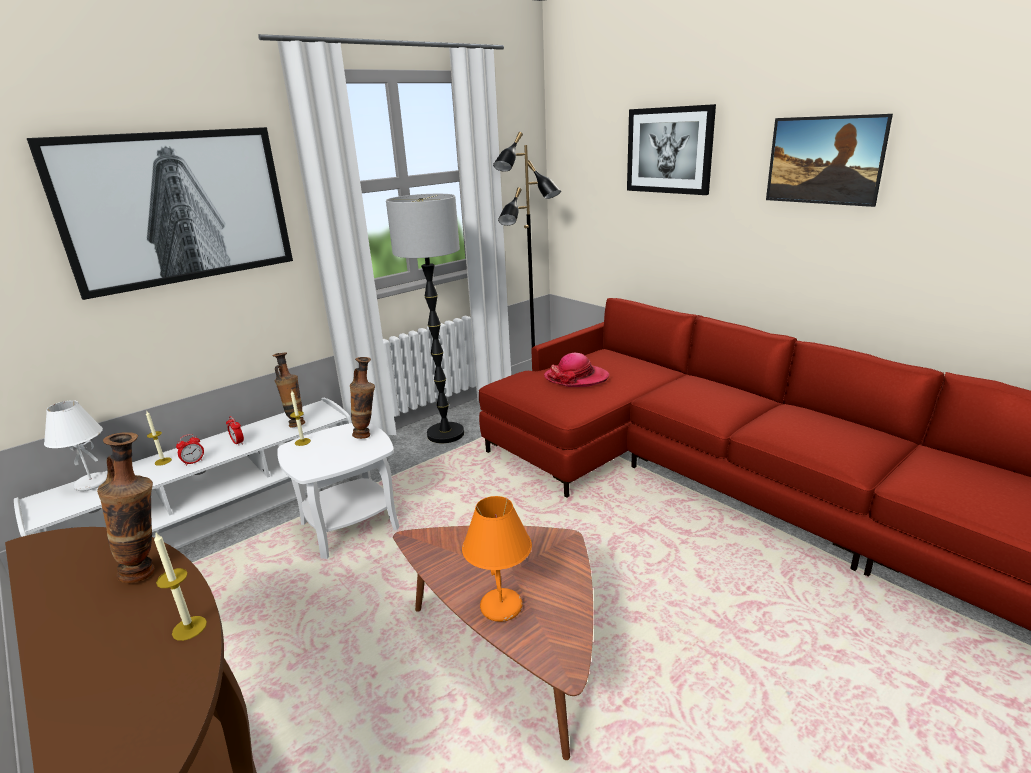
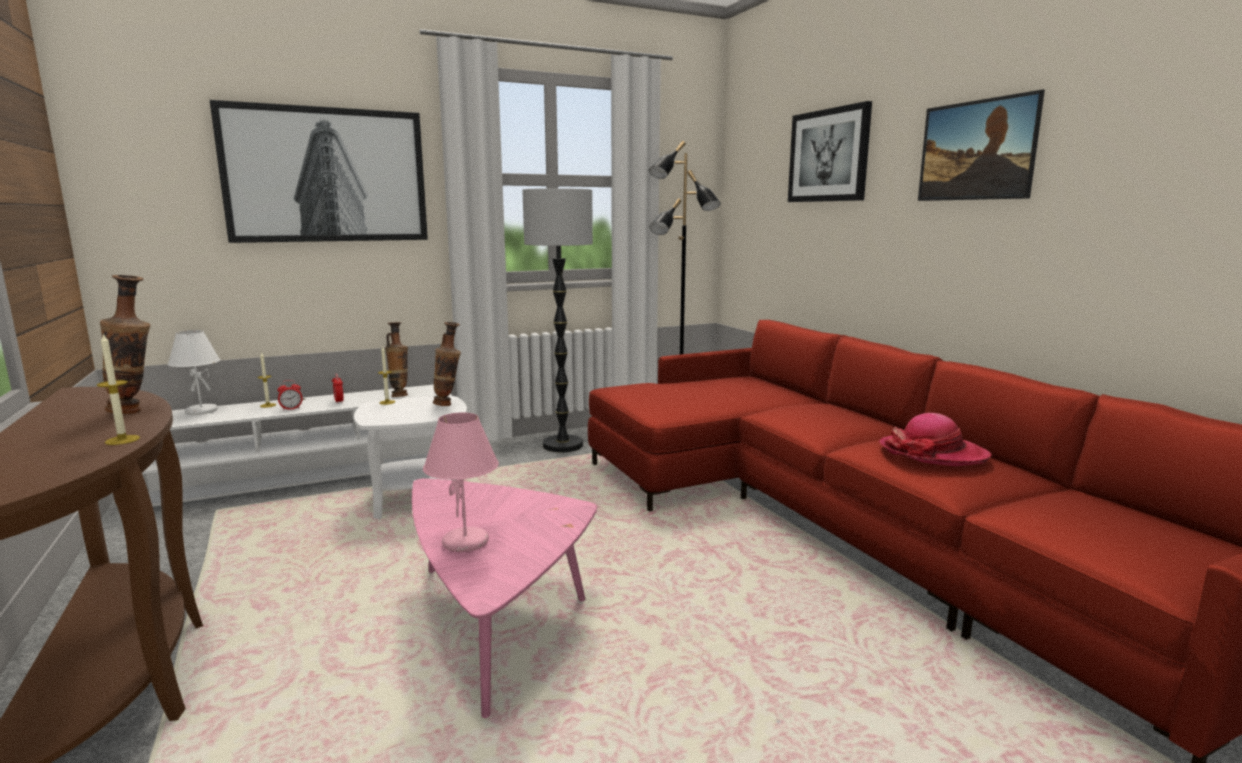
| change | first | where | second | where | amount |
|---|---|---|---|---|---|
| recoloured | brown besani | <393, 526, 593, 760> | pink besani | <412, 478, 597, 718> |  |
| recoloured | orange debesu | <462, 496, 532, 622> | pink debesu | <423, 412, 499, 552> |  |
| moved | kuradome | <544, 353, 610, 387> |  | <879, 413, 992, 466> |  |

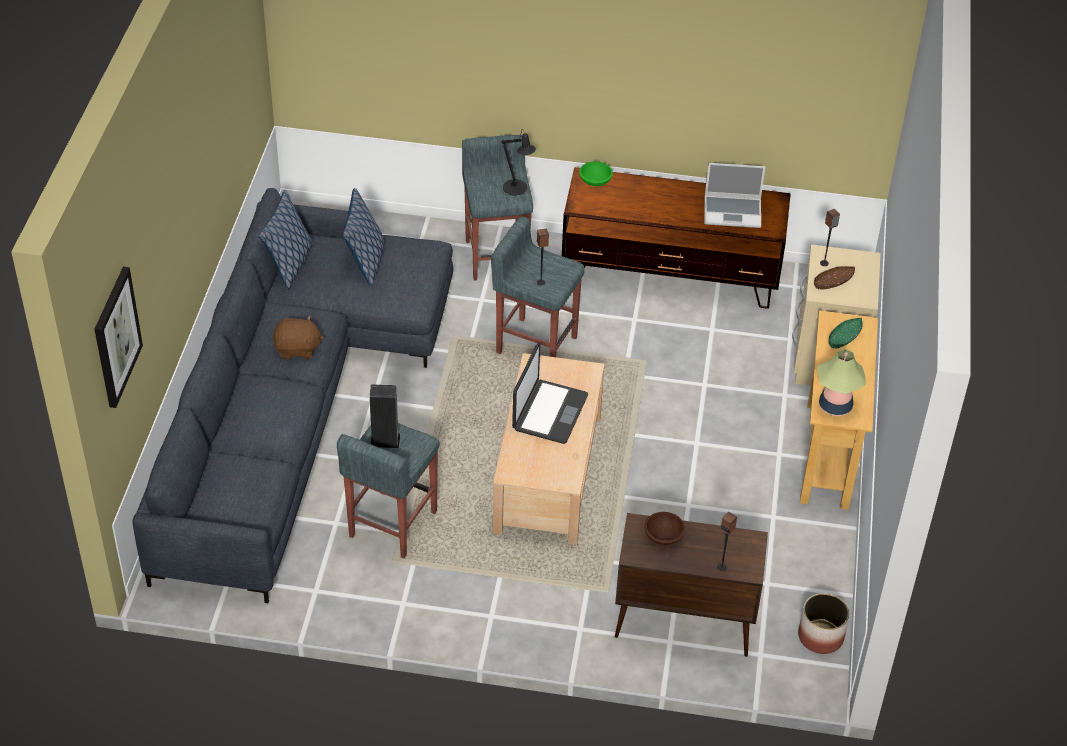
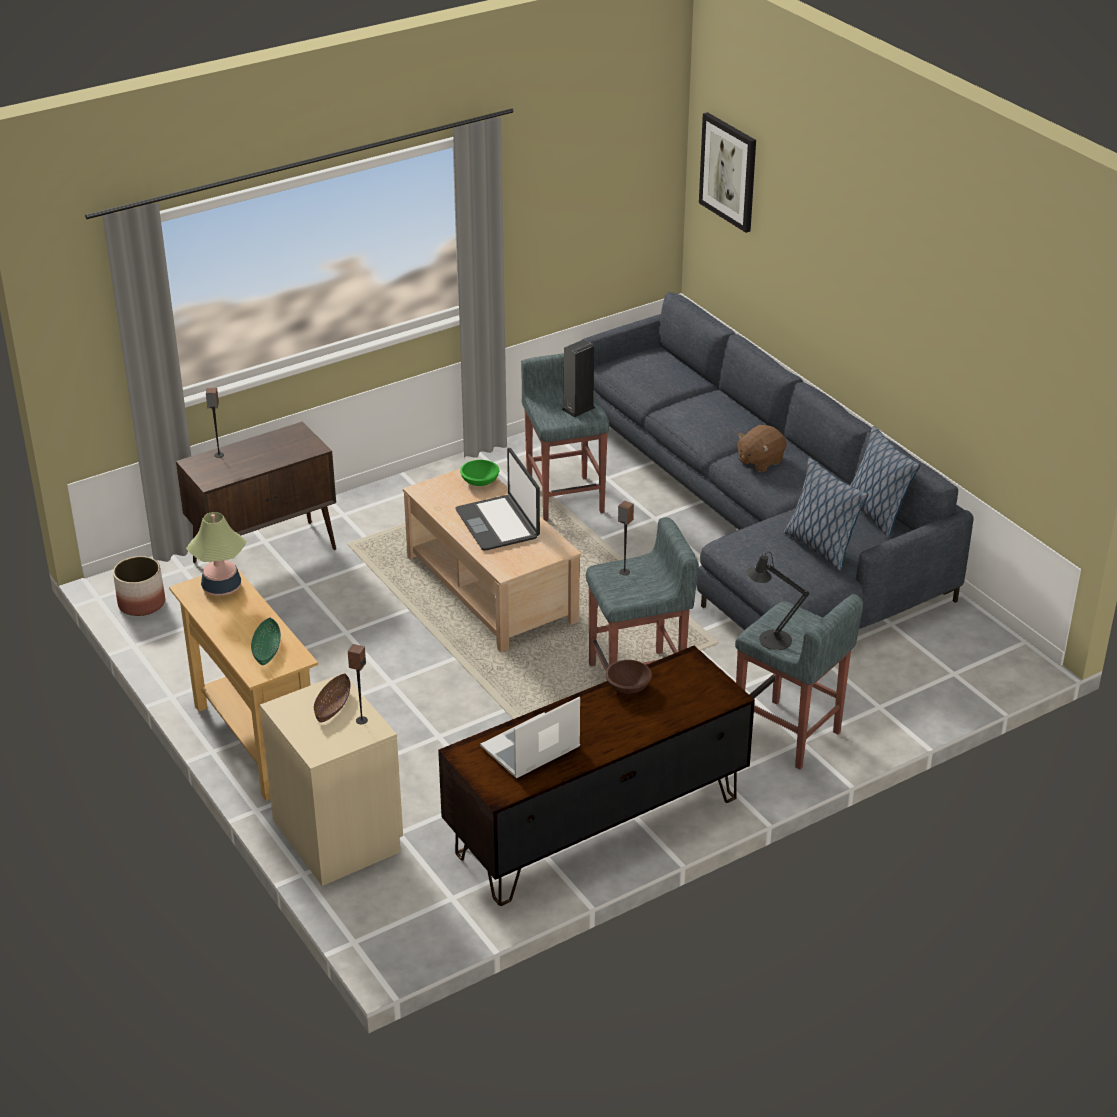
| change | first | where | second | where | amount |
|---|---|---|---|---|---|
| moved | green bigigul | <579, 161, 613, 186> |  | <460, 460, 499, 486> |  |
| moved | brown bigigul | <645, 512, 685, 545> |  | <605, 660, 652, 694> |  |

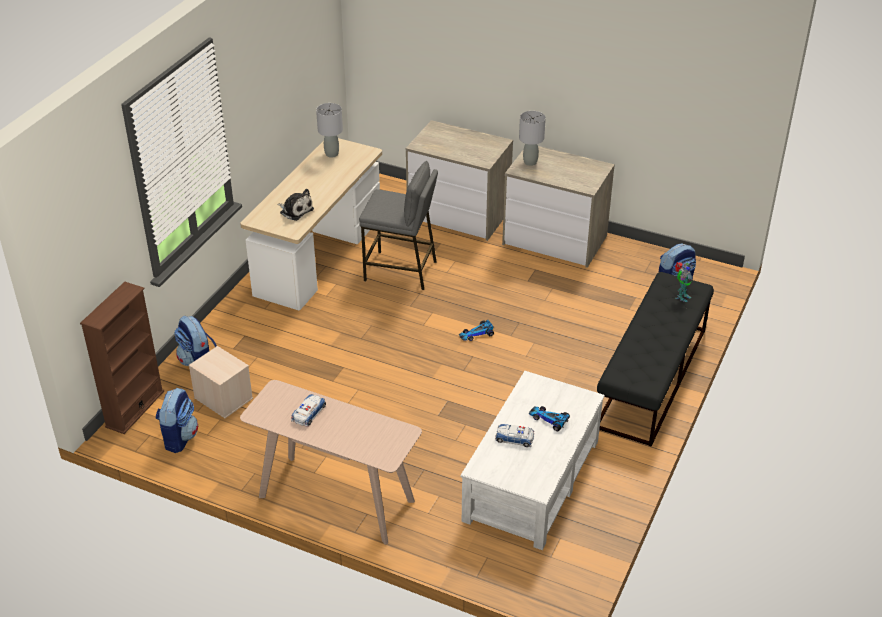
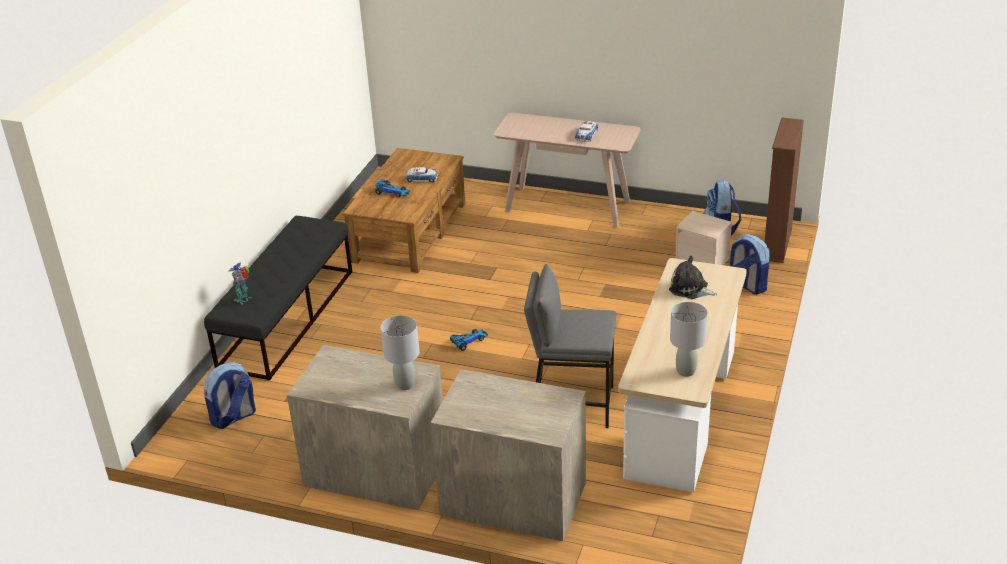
| change | first | where | second | where | amount |
|---|---|---|---|---|---|
| recoloured | white besani | <460, 371, 605, 550> | brown besani | <343, 148, 465, 273> |  |

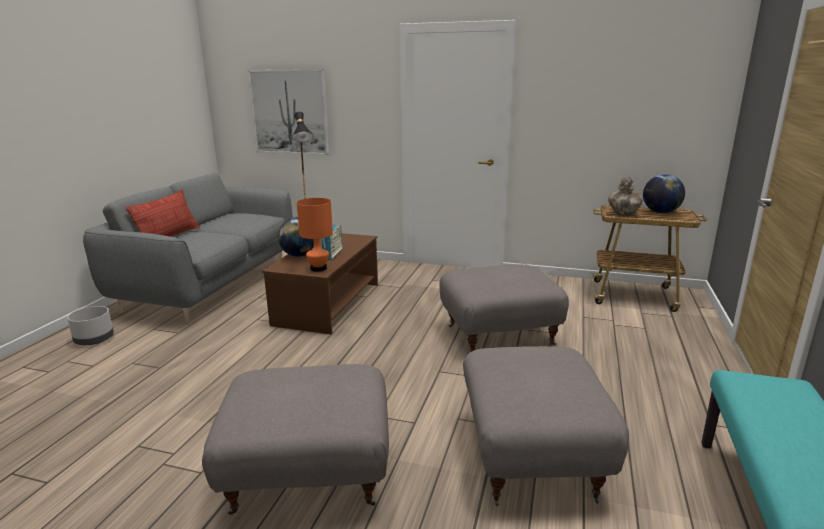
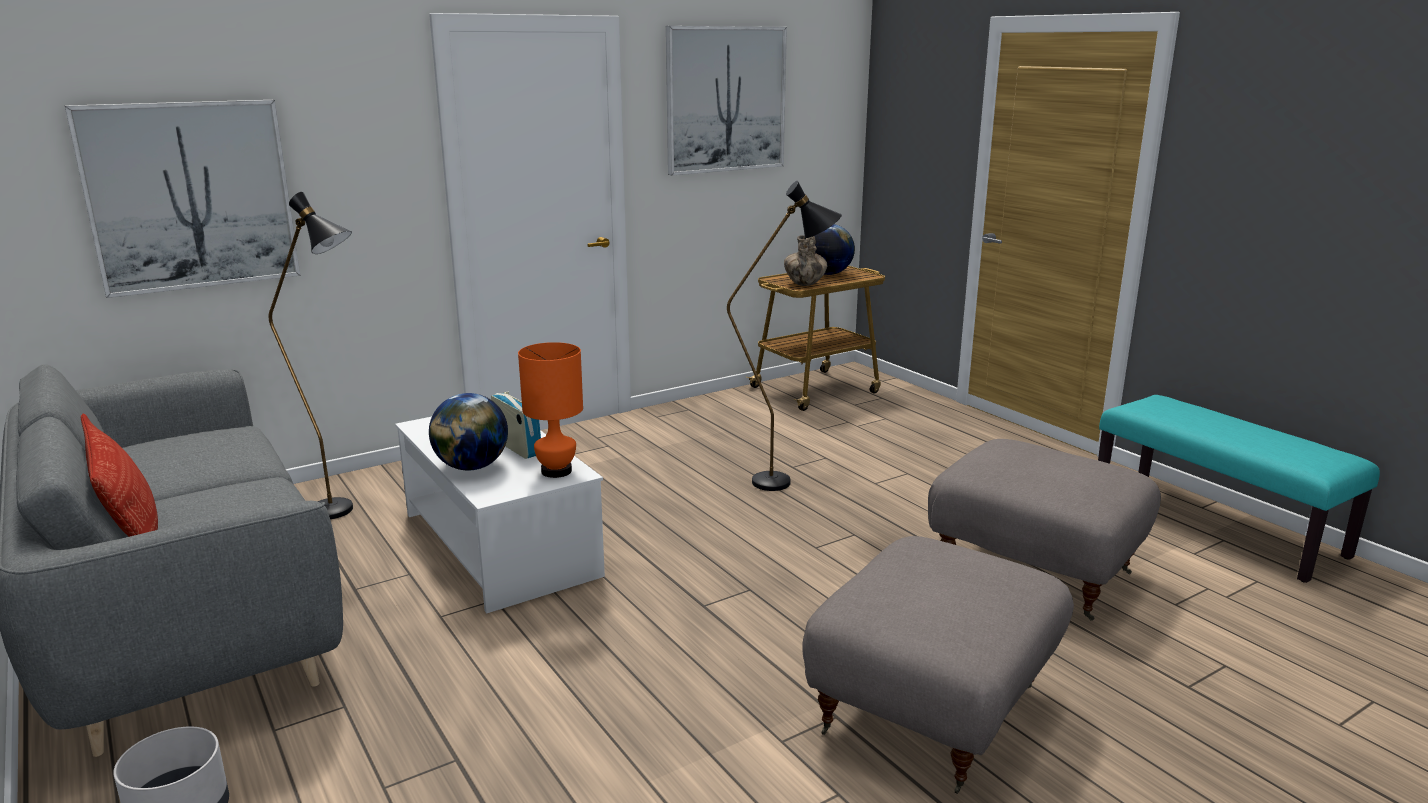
| change | first | where | second | where | amount |
|---|---|---|---|---|---|
| recoloured | brown besani | <262, 233, 378, 334> | white besani | <395, 417, 605, 613> |  |
| replaced | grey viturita | <440, 264, 569, 352> | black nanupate | <727, 181, 842, 491> |  |
| added |  |  | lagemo | <666, 26, 787, 175> |  |

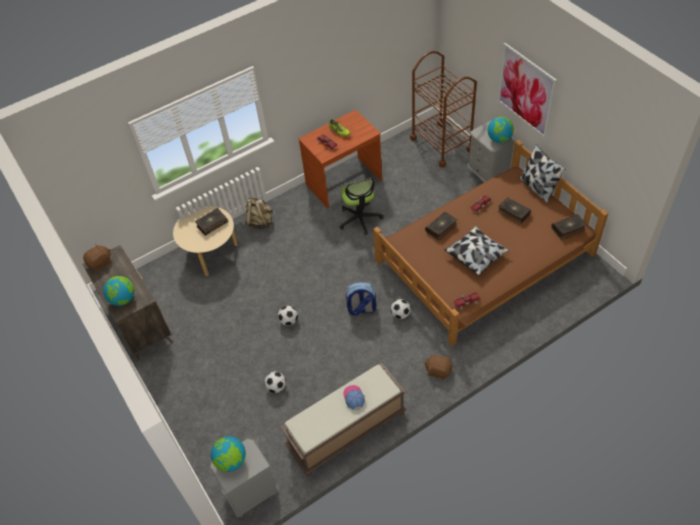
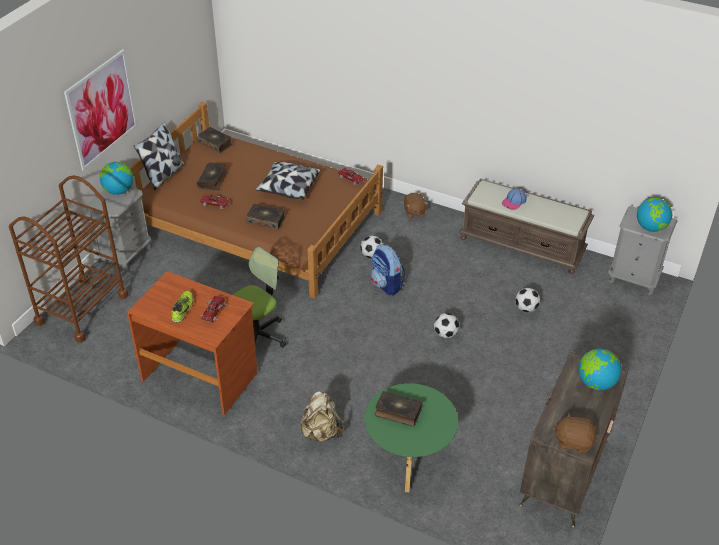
| change | first | where | second | where | amount |
|---|---|---|---|---|---|
| recoloured | beige besani | <173, 206, 238, 276> | green besani | <365, 383, 458, 492> |  |

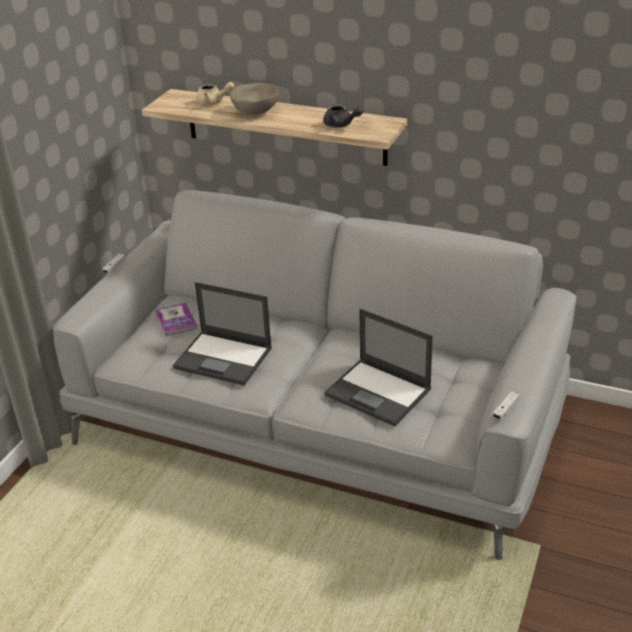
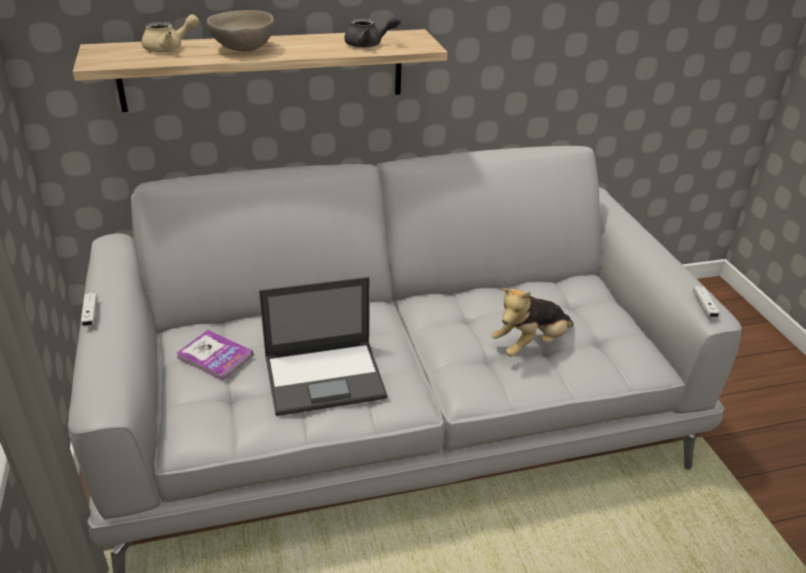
| change | first | where | second | where | amount |
|---|---|---|---|---|---|
| replaced | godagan | <324, 309, 433, 426> | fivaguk | <491, 288, 574, 357> |  |

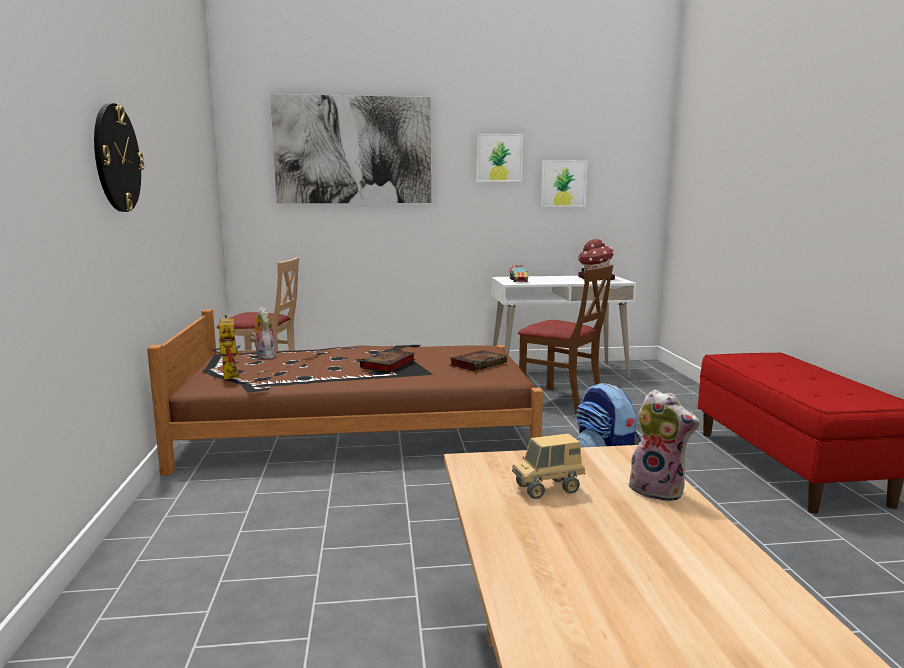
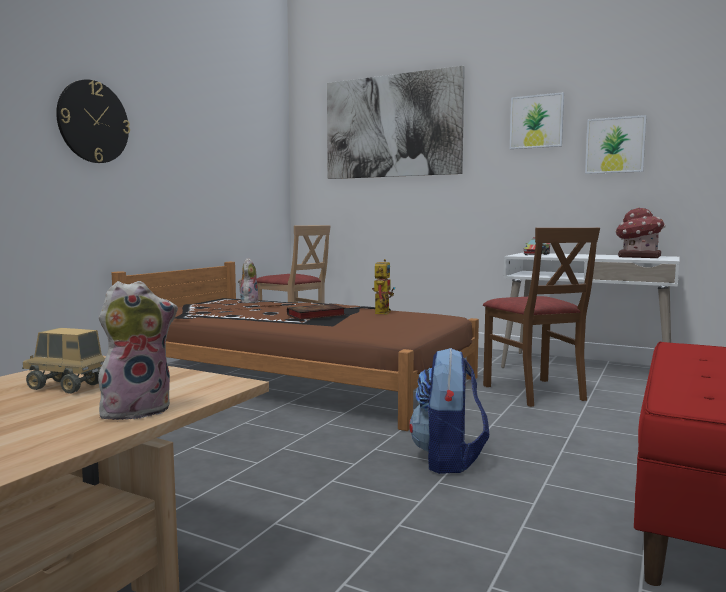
| change | first | where | second | where | amount |
|---|---|---|---|---|---|
| moved | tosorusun | <211, 315, 241, 379> |  | <372, 259, 395, 314> |  |
| removed | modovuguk | <450, 350, 507, 371> |  |  |  |
| turned | fivaguk | <626, 389, 699, 502> |  | <98, 281, 178, 422> | 105 degrees counterclockwise |

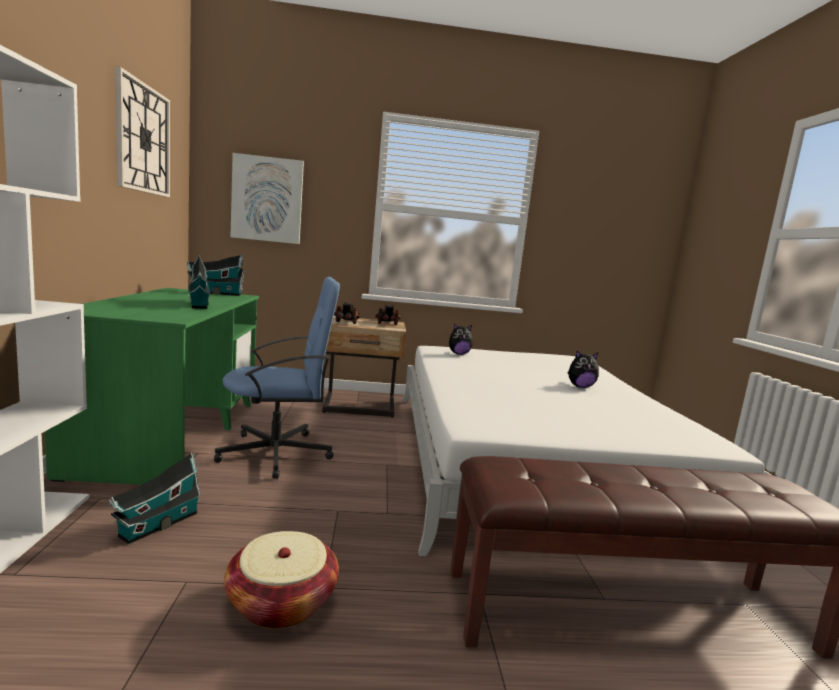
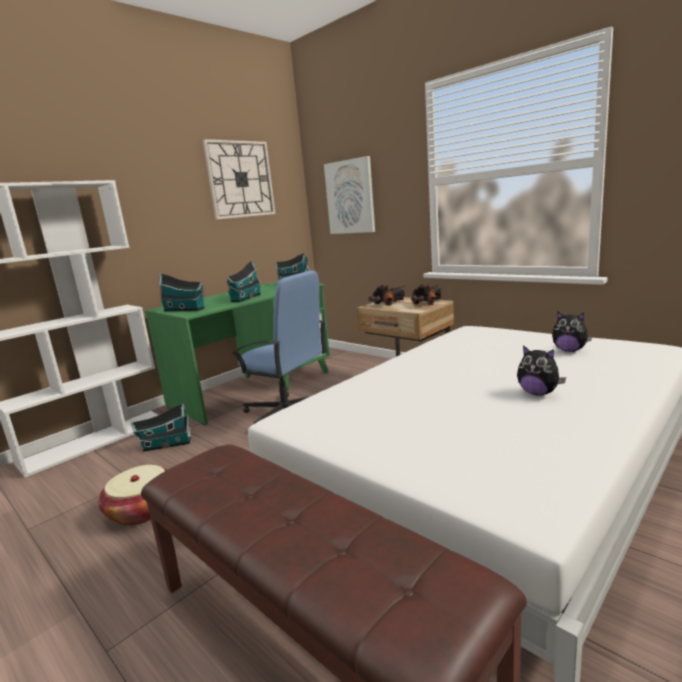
| change | first | where | second | where | amount |
|---|---|---|---|---|---|
| moved | fivaguk | <449, 324, 473, 355> |  | <552, 311, 592, 352> |  |
| added |  |  | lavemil | <159, 273, 205, 311> |  |

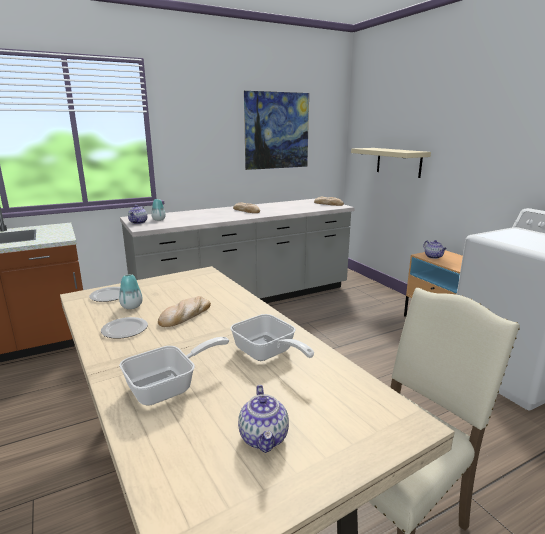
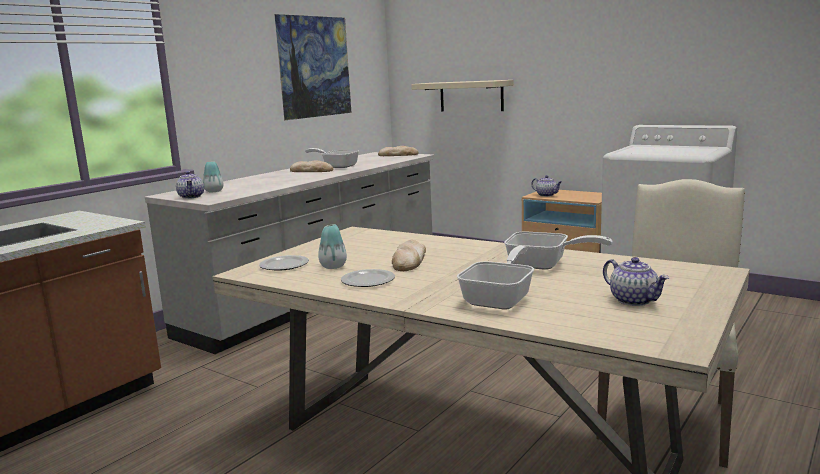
| change | first | where | second | where | amount |
|---|---|---|---|---|---|
| added |  |  | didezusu | <305, 148, 359, 168> |  |

